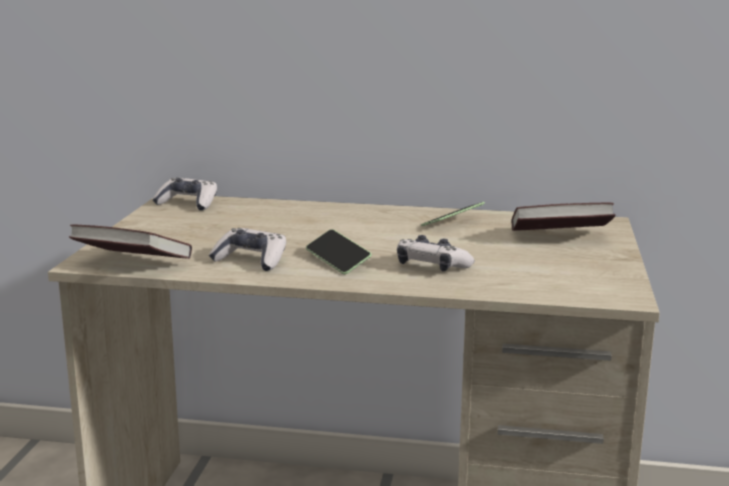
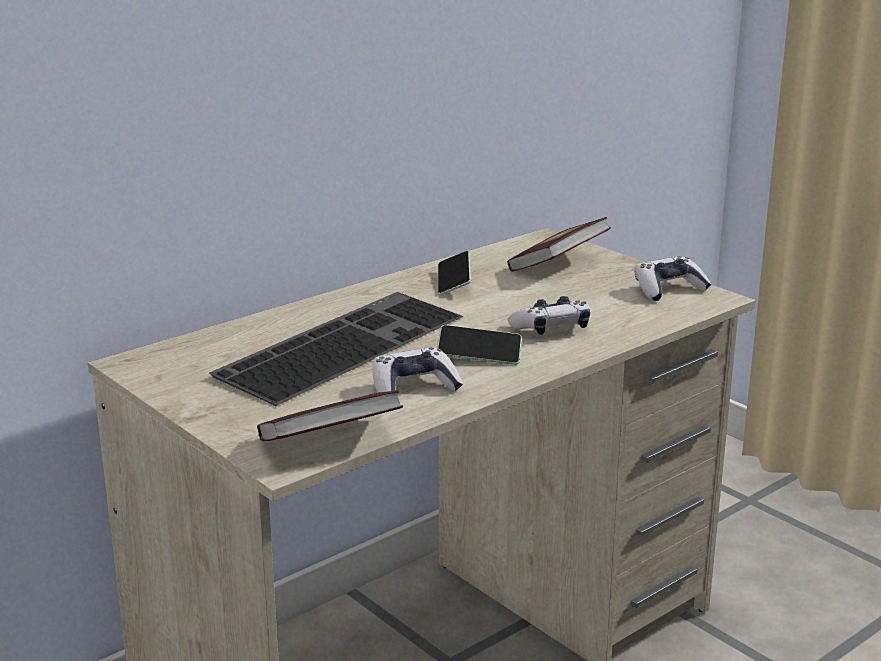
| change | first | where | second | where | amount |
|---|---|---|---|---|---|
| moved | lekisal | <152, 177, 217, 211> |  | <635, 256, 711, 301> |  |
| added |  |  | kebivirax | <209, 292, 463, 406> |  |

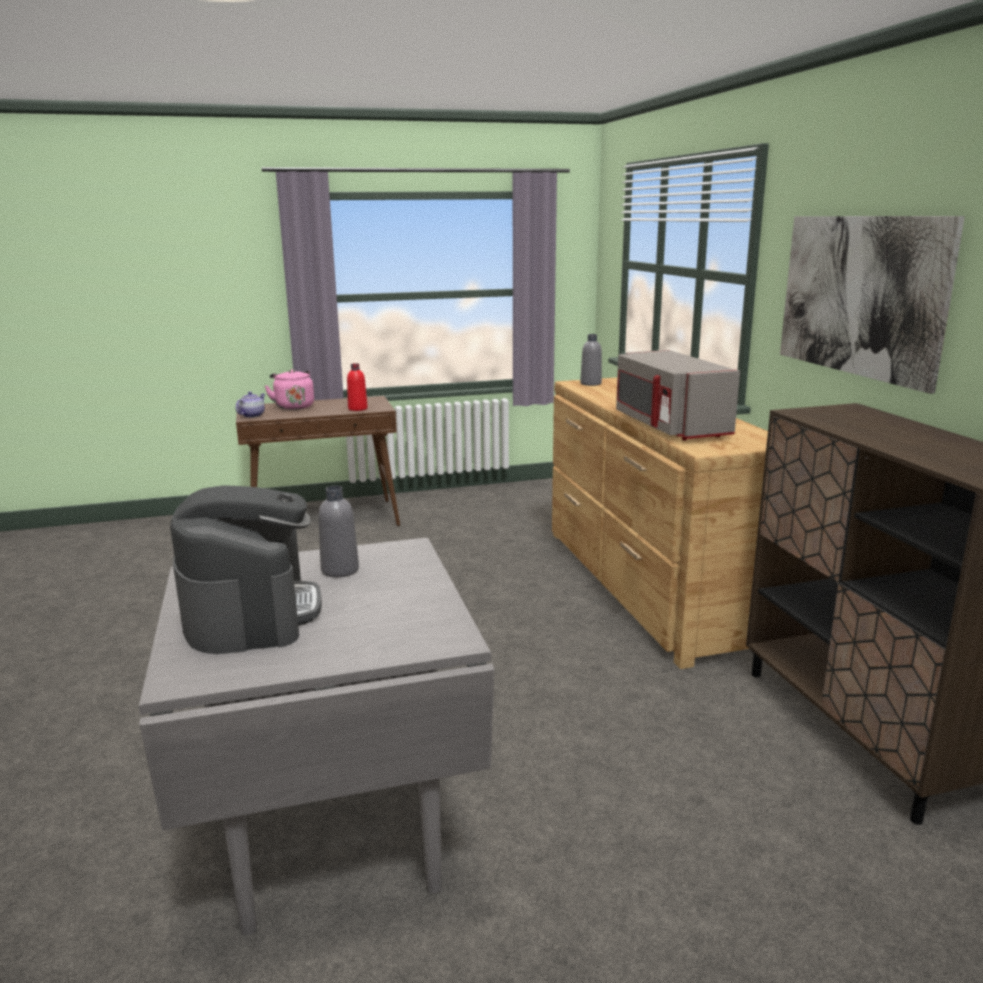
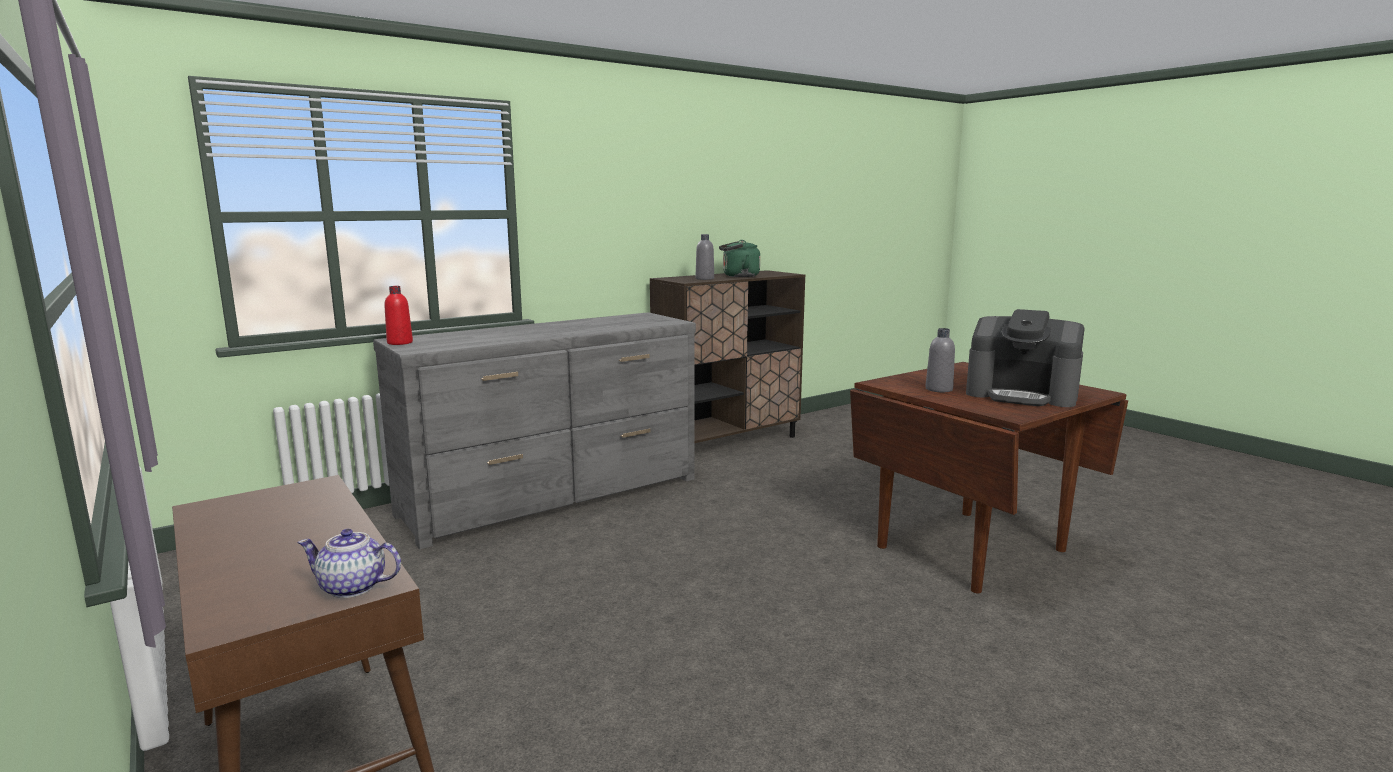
| change | first | where | second | where | amount |
|---|---|---|---|---|---|
| recoloured | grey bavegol | <139, 538, 494, 935> | brown bavegol | <850, 362, 1128, 593> |  |
| turned | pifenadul | <170, 485, 322, 654> |  | <966, 309, 1085, 407> | 120 degrees counterclockwise |
| removed | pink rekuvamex | <265, 369, 314, 410> |  |  |  |
| moved | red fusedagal | <347, 363, 368, 411> |  | <384, 286, 413, 345> |  |
| recoloured | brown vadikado | <552, 377, 768, 669> | grey vadikado | <373, 312, 696, 549> |  |
| moved | grey fusedagal | <580, 334, 602, 386> |  | <696, 234, 714, 280> |  |
| removed | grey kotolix | <616, 350, 740, 440> |  |  |  |
| removed | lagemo | <780, 216, 965, 394> |  |  |  |
| added |  |  | green rekuvamex | <719, 240, 760, 277> |  |

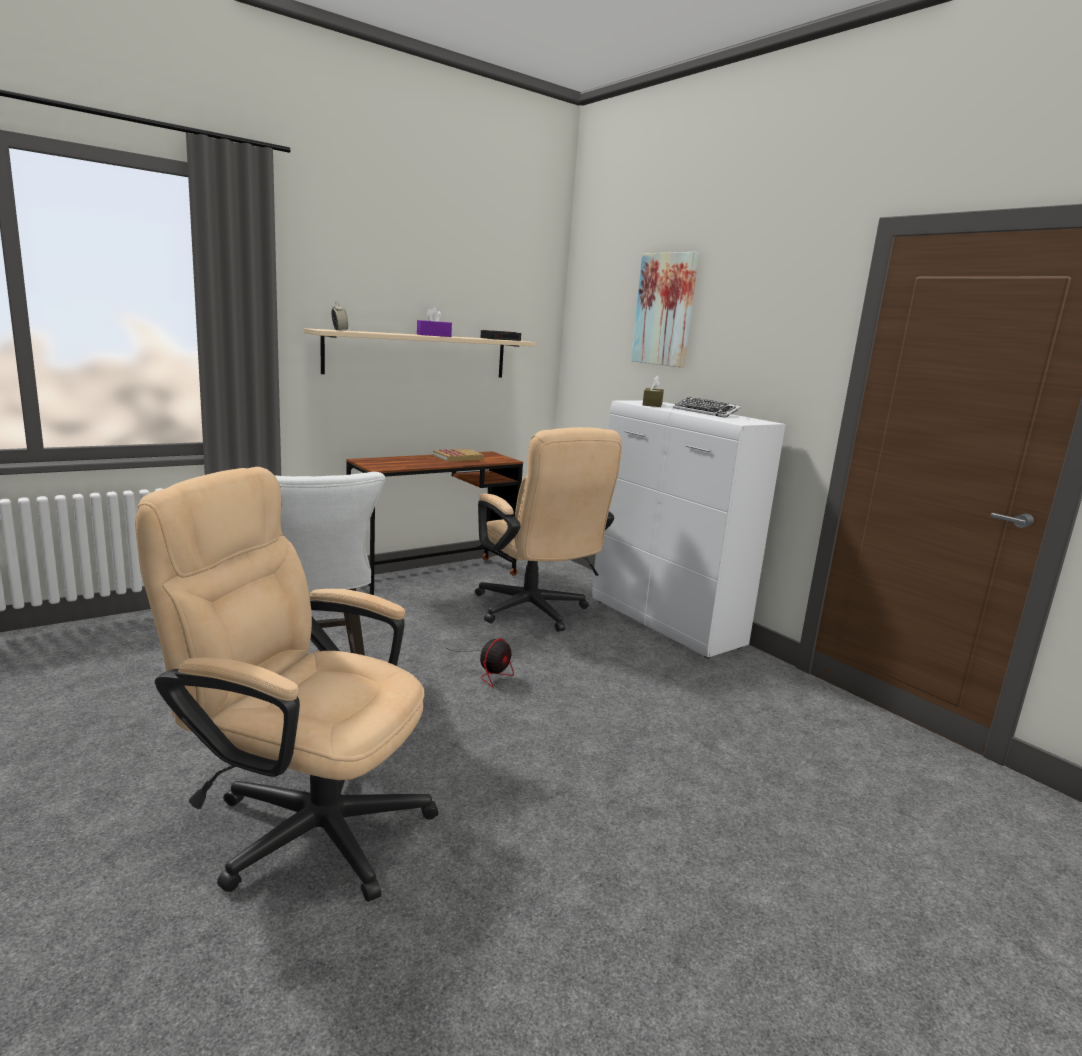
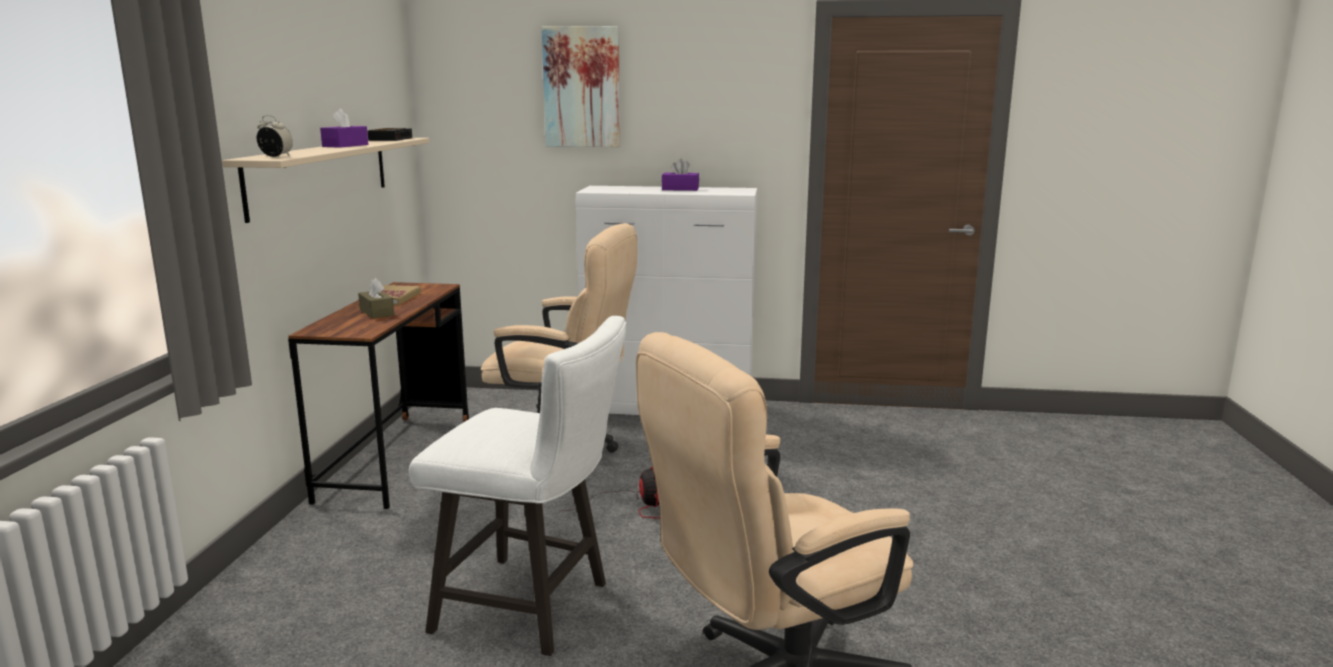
| change | first | where | second | where | amount |
|---|---|---|---|---|---|
| moved | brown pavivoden | <643, 376, 664, 407> |  | <358, 278, 394, 319> |  |
| replaced | kebivirax | <673, 397, 742, 418> | purple pavivoden | <662, 158, 699, 191> |  |

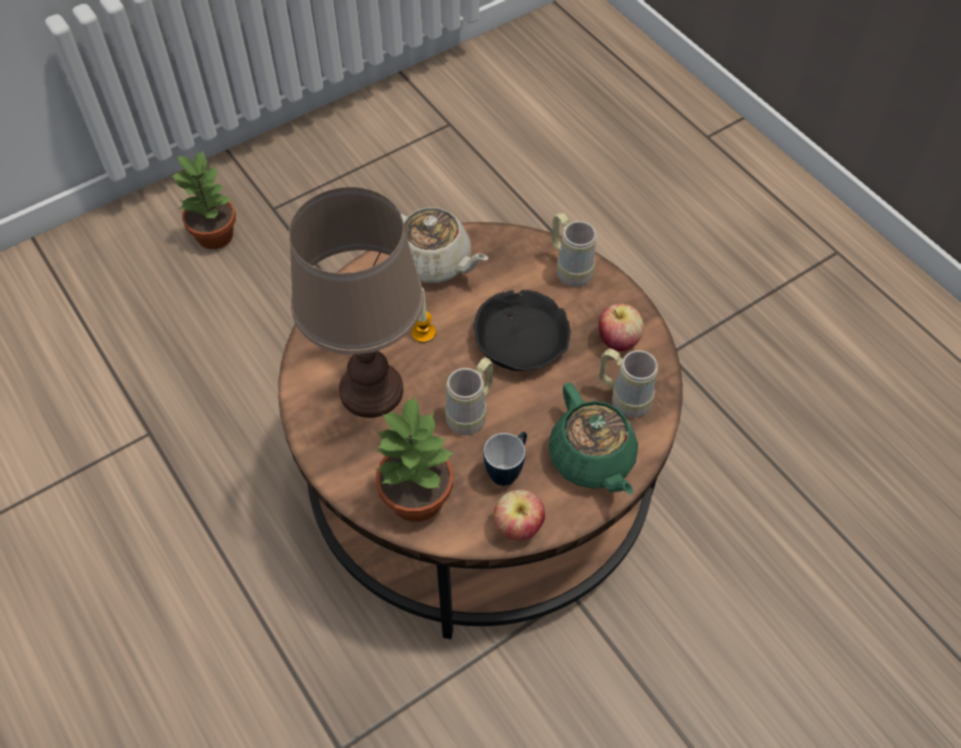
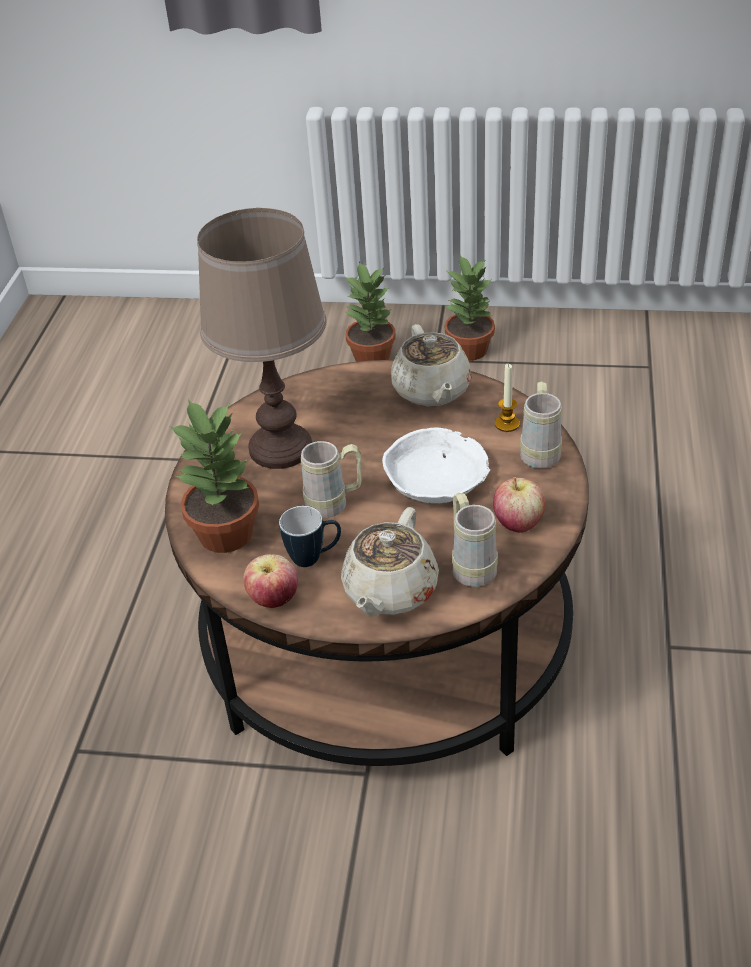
| change | first | where | second | where | amount |
|---|---|---|---|---|---|
| moved | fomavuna | <411, 288, 436, 343> |  | <495, 364, 520, 432> |  |
| recoloured | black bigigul | <474, 290, 570, 371> | white bigigul | <382, 428, 491, 503> |  |
| recoloured | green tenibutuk | <548, 383, 638, 494> | beige tenibutuk | <341, 507, 439, 616> |  |
| added |  |  | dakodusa | <445, 255, 495, 361> |  |

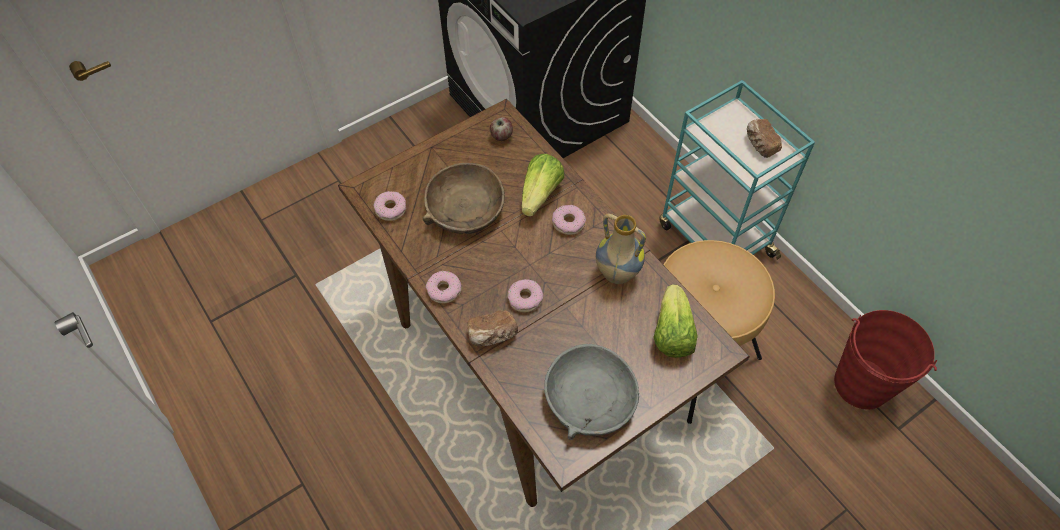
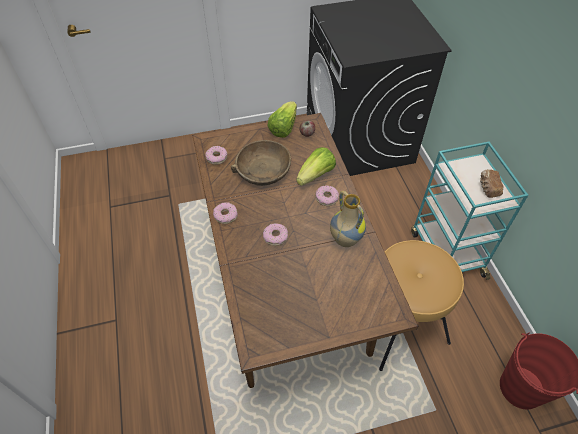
| change | first | where | second | where | amount |
|---|---|---|---|---|---|
| removed | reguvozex | <467, 310, 518, 346> |  |  |  |
| removed | grey bigigul | <544, 344, 639, 440> |  |  |  |
| moved | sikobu | <653, 285, 698, 358> |  | <267, 101, 297, 138> |  |

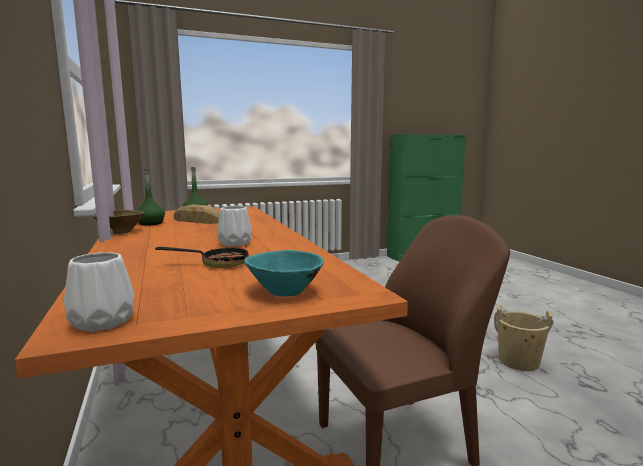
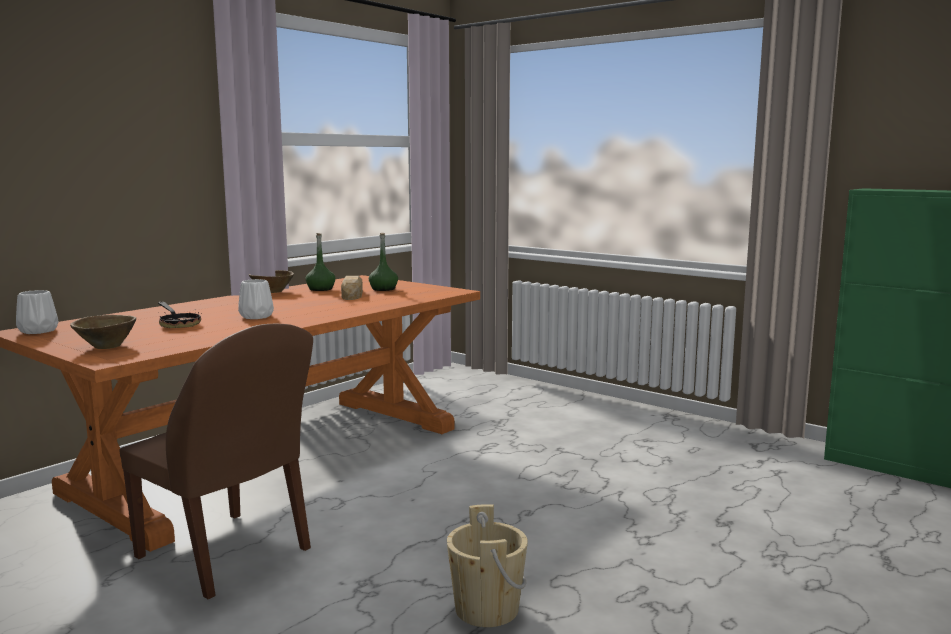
| change | first | where | second | where | amount |
|---|---|---|---|---|---|
| recoloured | turquoise bigigul | <244, 250, 324, 296> | brown bigigul | <70, 315, 136, 349> |  |

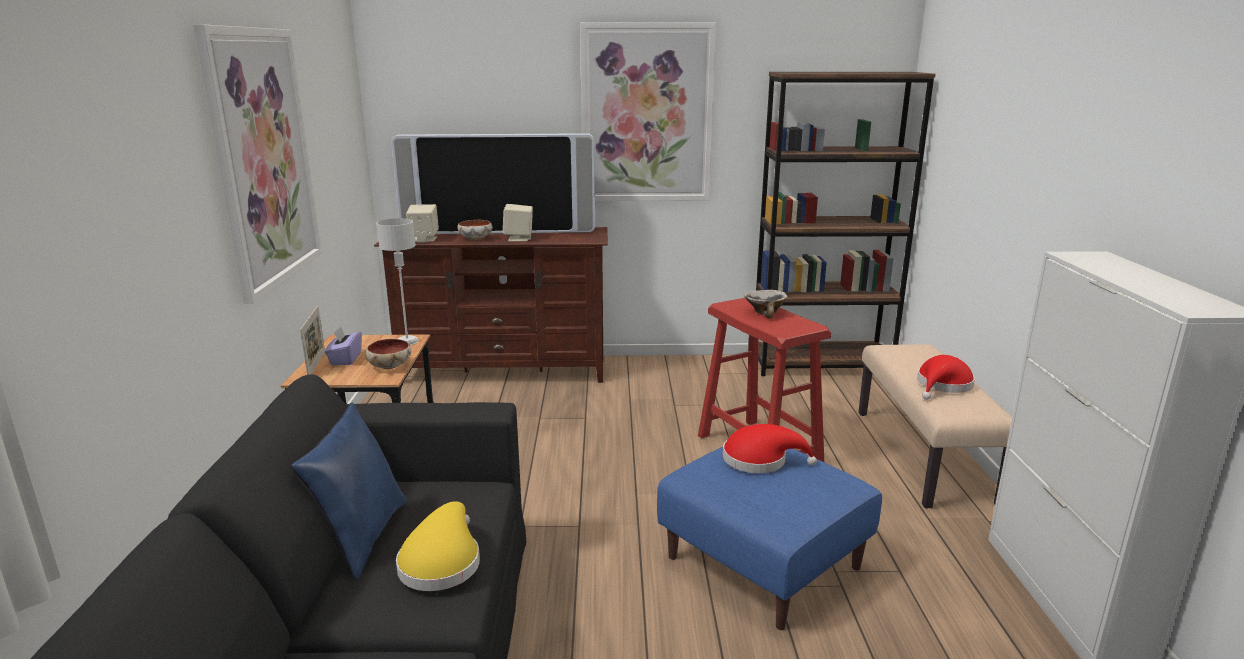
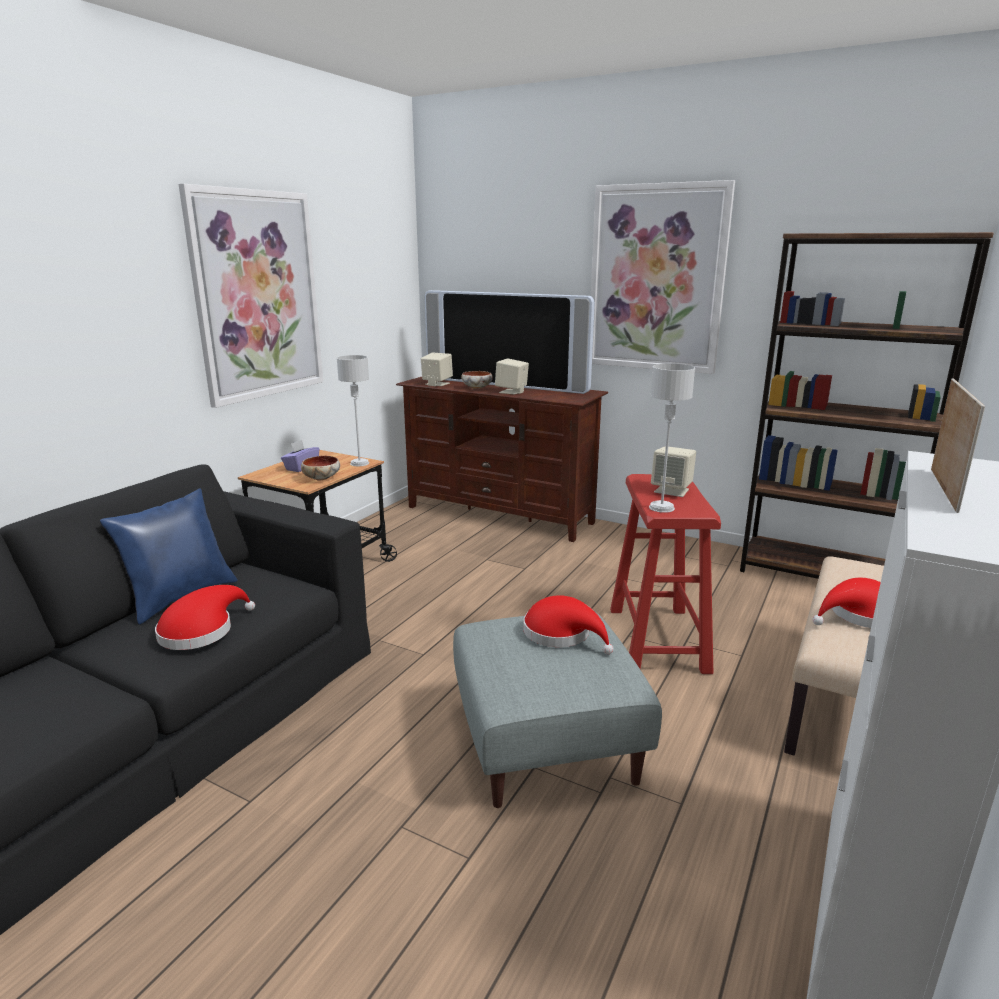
| change | first | where | second | where | amount |
|---|---|---|---|---|---|
| moved | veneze | <300, 306, 325, 375> |  | <931, 379, 985, 513> |  |
| recoloured | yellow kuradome | <396, 501, 480, 591> | red kuradome | <155, 585, 255, 650> |  |
| recoloured | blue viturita | <657, 447, 882, 630> | grey viturita | <453, 612, 662, 808> |  |
| replaced | bigigul | <744, 290, 788, 319> | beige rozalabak | <651, 446, 696, 497> |  |
| added |  |  | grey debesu | <649, 364, 695, 513> |  |

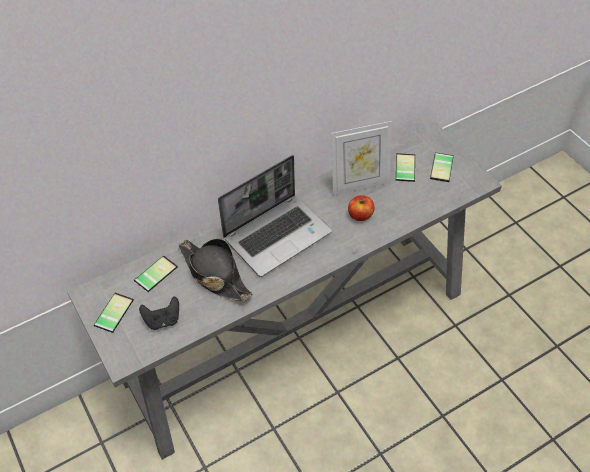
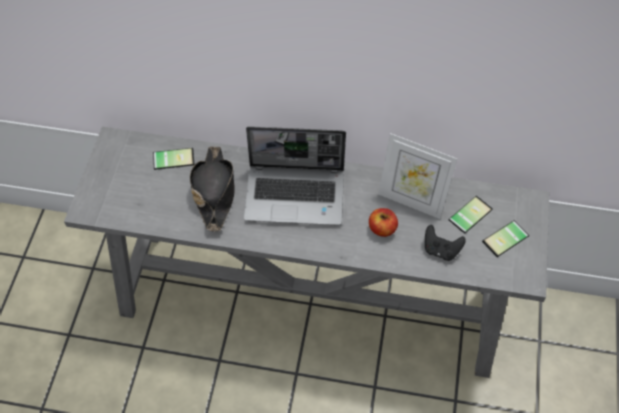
| change | first | where | second | where | amount |
|---|---|---|---|---|---|
| removed | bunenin | <94, 293, 134, 333> |  |  |  |
| moved | black lekisal | <139, 296, 179, 330> |  | <425, 225, 466, 261> |  |

